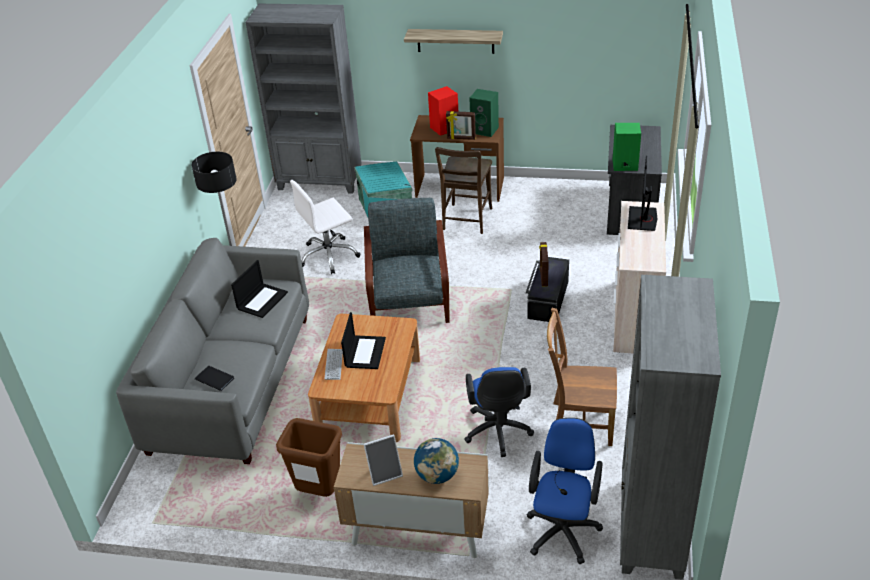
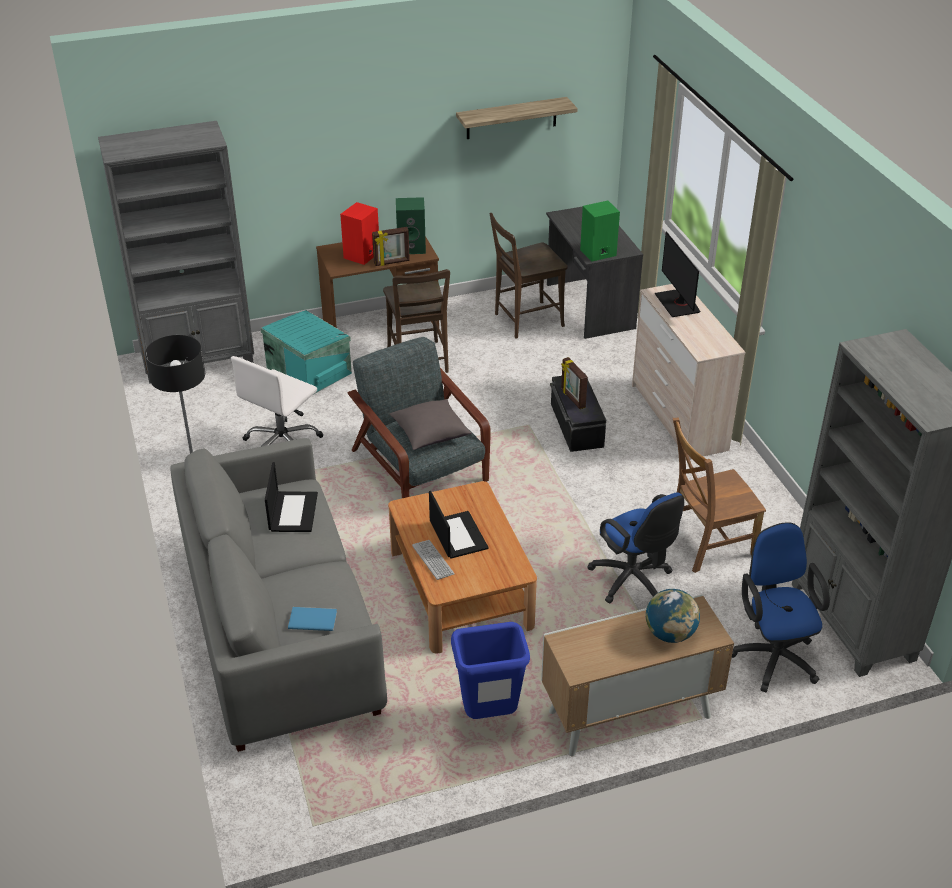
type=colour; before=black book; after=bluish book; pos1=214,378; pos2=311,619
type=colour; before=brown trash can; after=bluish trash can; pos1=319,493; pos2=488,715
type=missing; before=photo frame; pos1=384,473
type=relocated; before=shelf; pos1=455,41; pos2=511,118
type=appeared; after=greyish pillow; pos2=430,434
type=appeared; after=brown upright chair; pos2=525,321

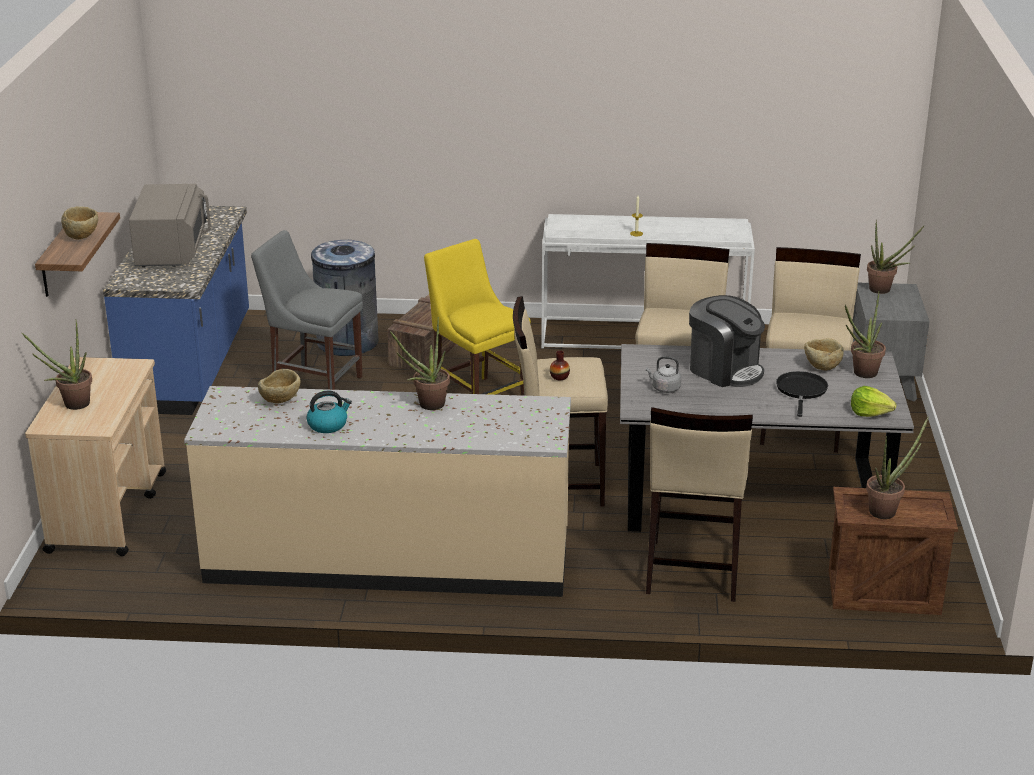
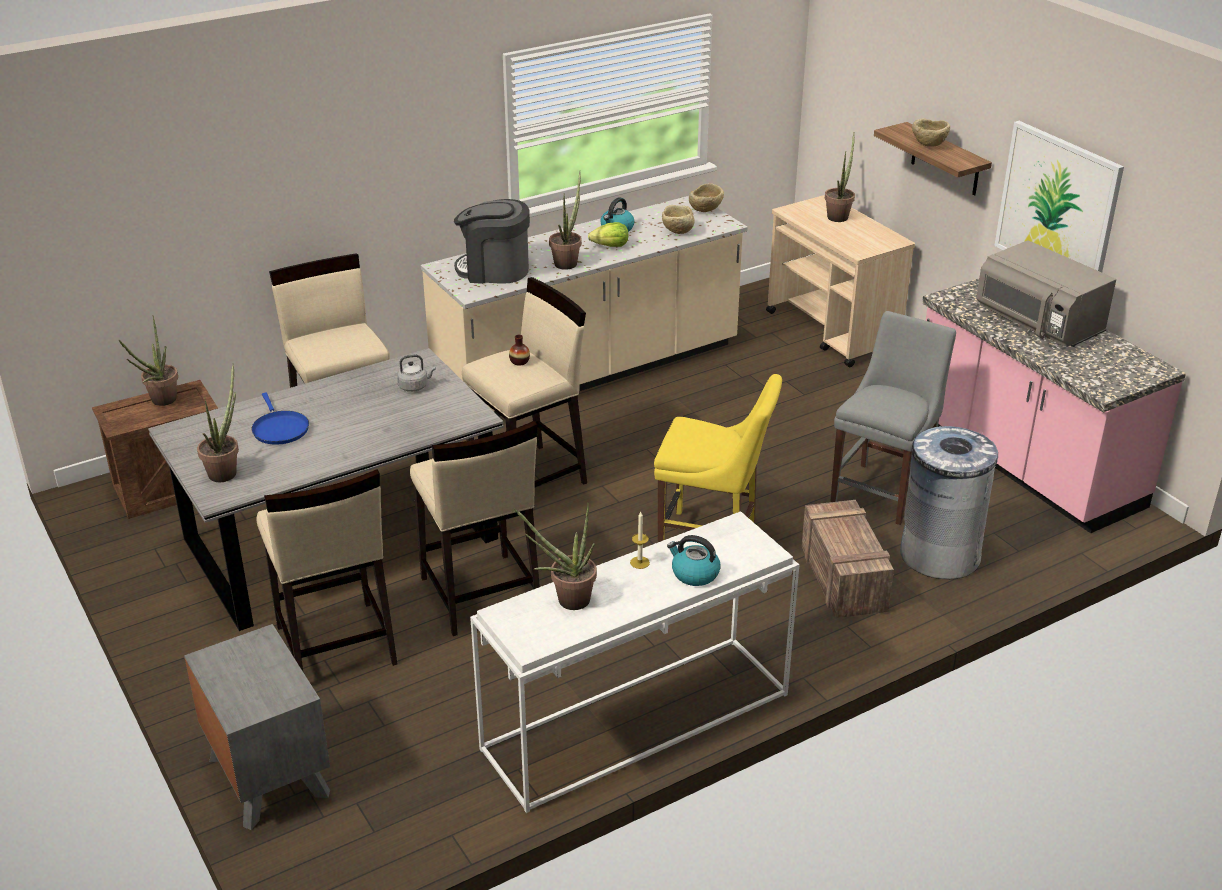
type=colour; before=bluish kitchen counter; after=pinkish kitchen counter; pos1=191,364; pos2=1023,464
type=spun; before=greyish upright chair; pos1=314,383; pos2=883,491; turn=-45
type=relocated; before=coffee machine; pos1=724,370; pos2=494,270
type=colour; before=black pan; after=bluish pan; pos1=801,391; pos2=279,429
type=relocated; before=beige-coloured bowl; pos1=821,367; pos2=705,211
type=relocated; before=head of lettuce; pos1=869,412; pos2=610,246
type=relocated; before=potted plant; pos1=884,290; pos2=566,600
type=appeared; after=water kettle; pos2=694,574
type=appeared; after=wall art; pos2=1057,207

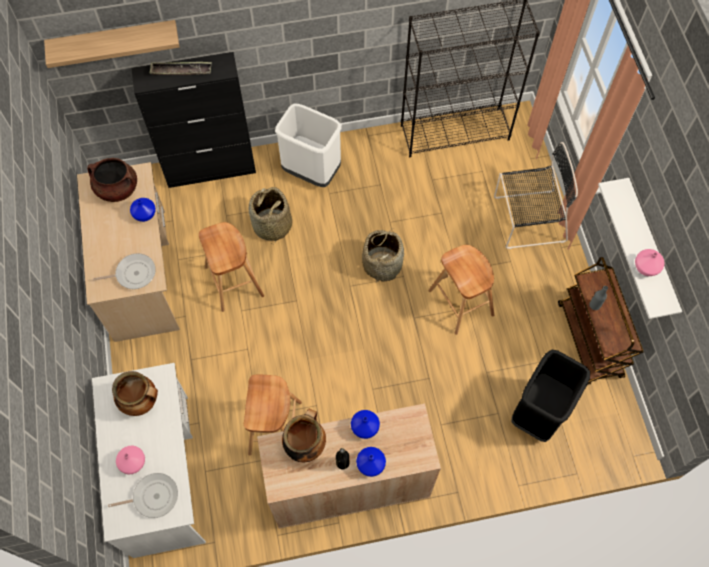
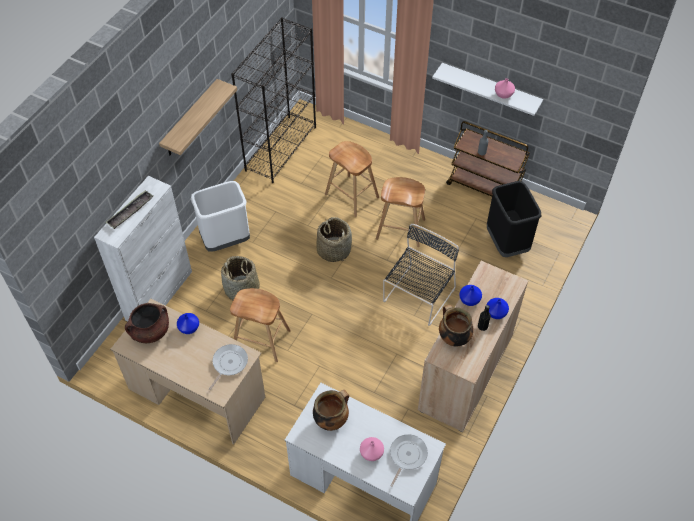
type=relocated; before=shelf; pos1=114,41; pos2=190,119
type=colour; before=black cupboard; after=white-coloured cupboard; pos1=211,169; pos2=159,295
type=relocated; before=brown stool seat; pos1=275,427; pos2=351,195
type=relocated; before=black upright chair; pos1=526,219; pos2=418,297

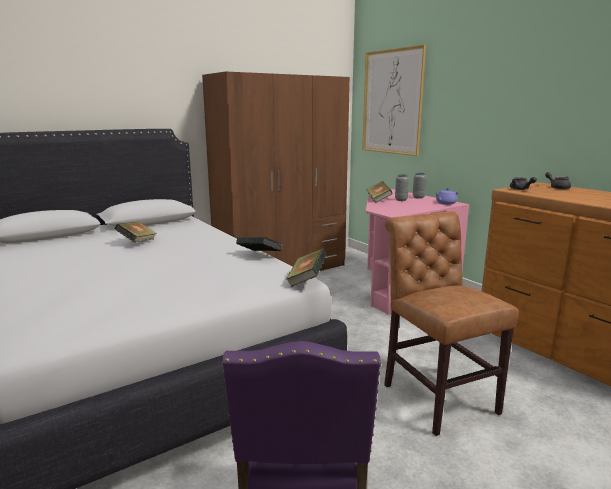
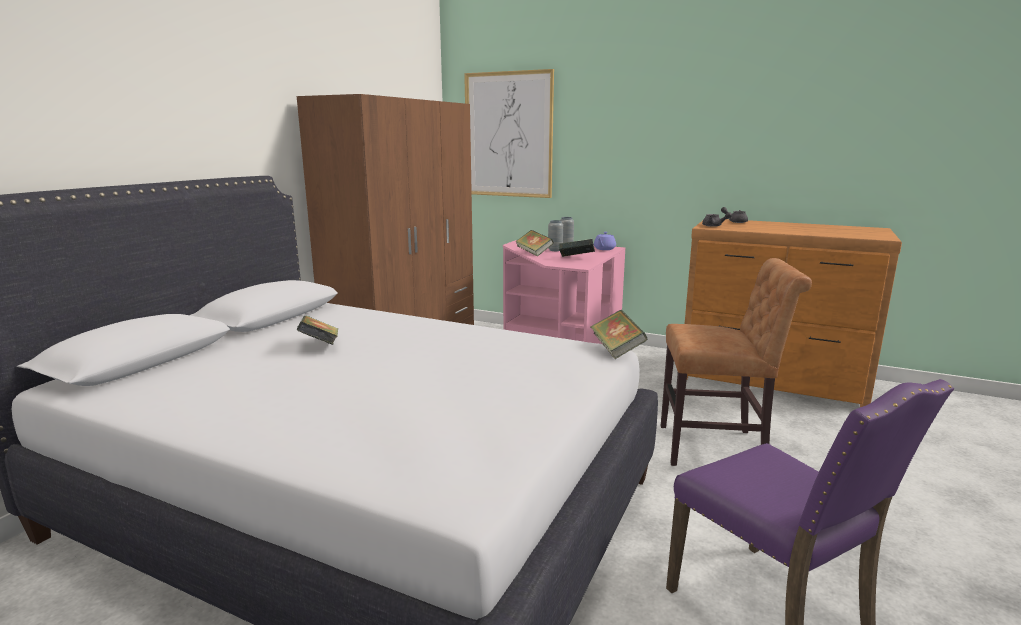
type=relocated; before=book; pos1=259,256; pos2=576,258
type=spun; before=brown upright chair; pos1=435,396; pos2=717,448; turn=150

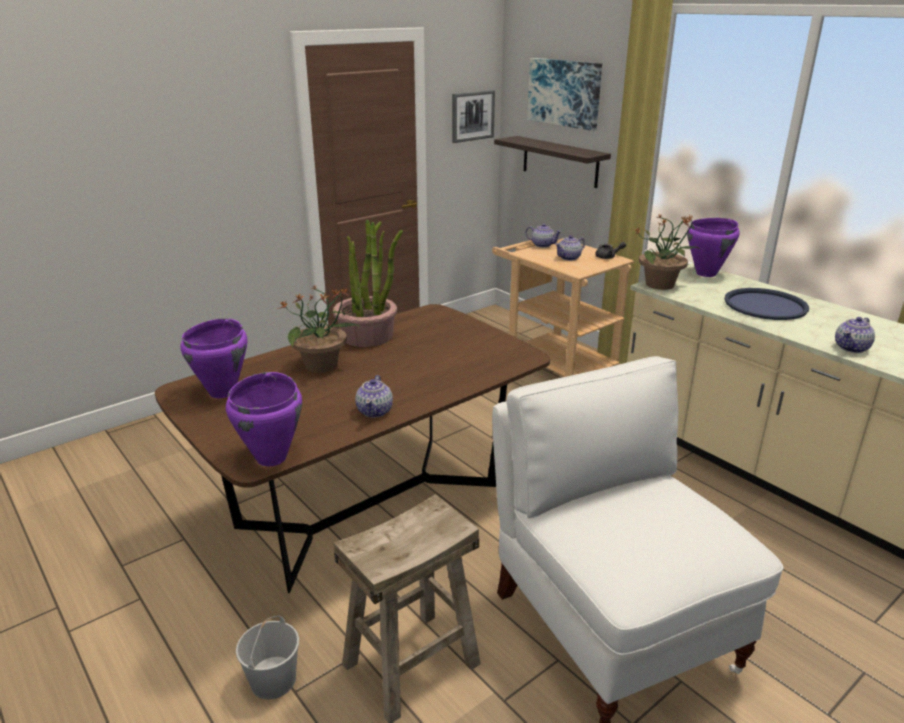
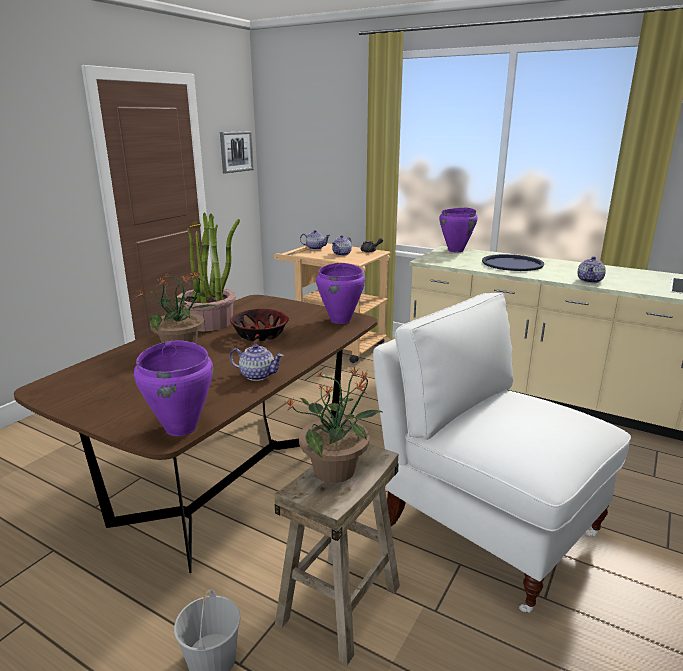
type=relocated; before=purple cooking pot; pos1=223,392; pos2=341,320
type=spun; before=pot for tea; pos1=375,411; pos2=257,375; turn=-60
type=missing; before=shelf; pos1=560,161
type=missing; before=wall art; pos1=564,93
type=relocated; before=potted plant; pos1=661,284; pos2=336,470
type=appeared; after=bowl; pos2=260,335

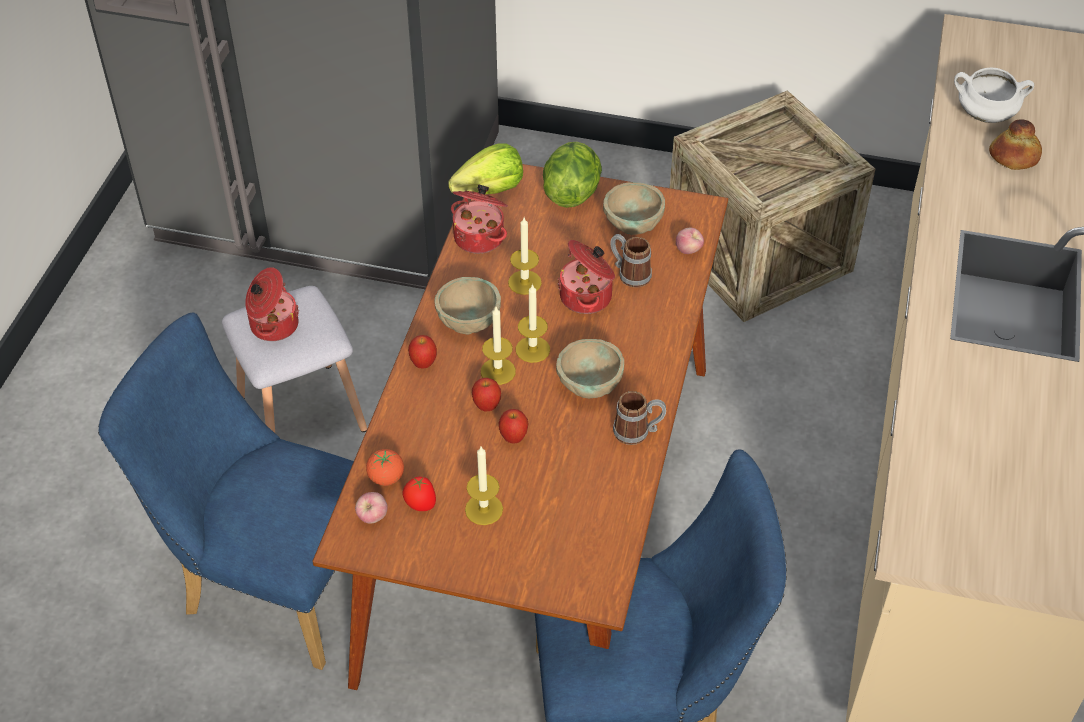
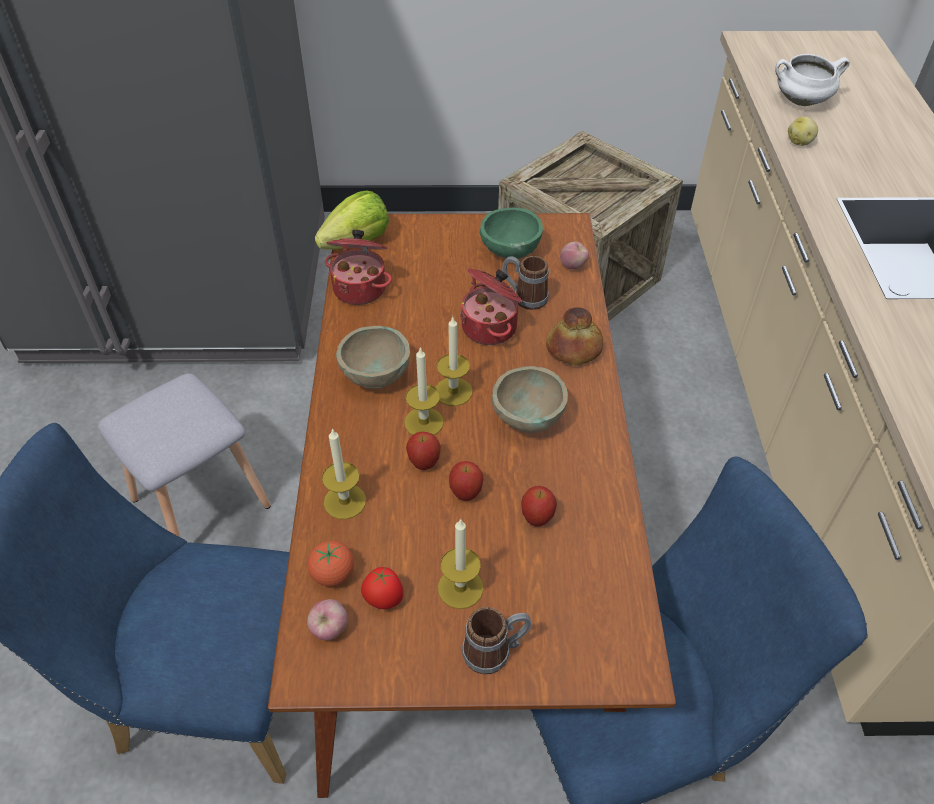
type=missing; before=cooking pot; pos1=273,325
type=relocated; before=apple fruit; pos1=423,364; pos2=537,519
type=relocated; before=wax candle; pos1=524,282; pos2=345,501
type=missing; before=head of lettuce; pos1=571,192
type=colour; before=beige-coloured bowl; after=green-coloured bowl; pos1=632,226; pos2=509,252
type=relocated; before=tea mug; pos1=638,431; pos2=495,651
type=relocated; before=baked bread; pos1=1013,157; pos2=573,349
type=appeared; after=whole potato; pos2=799,142

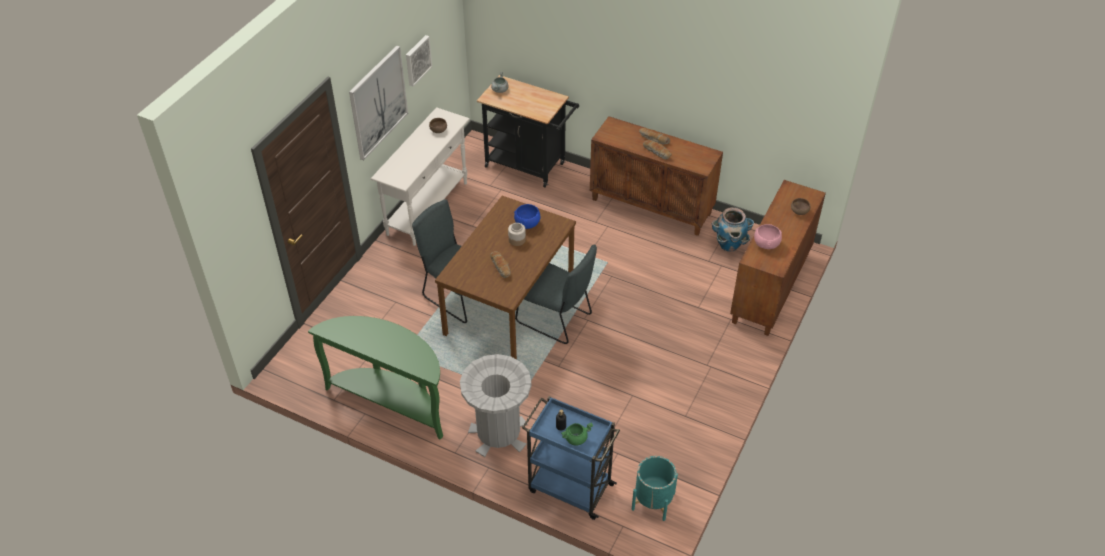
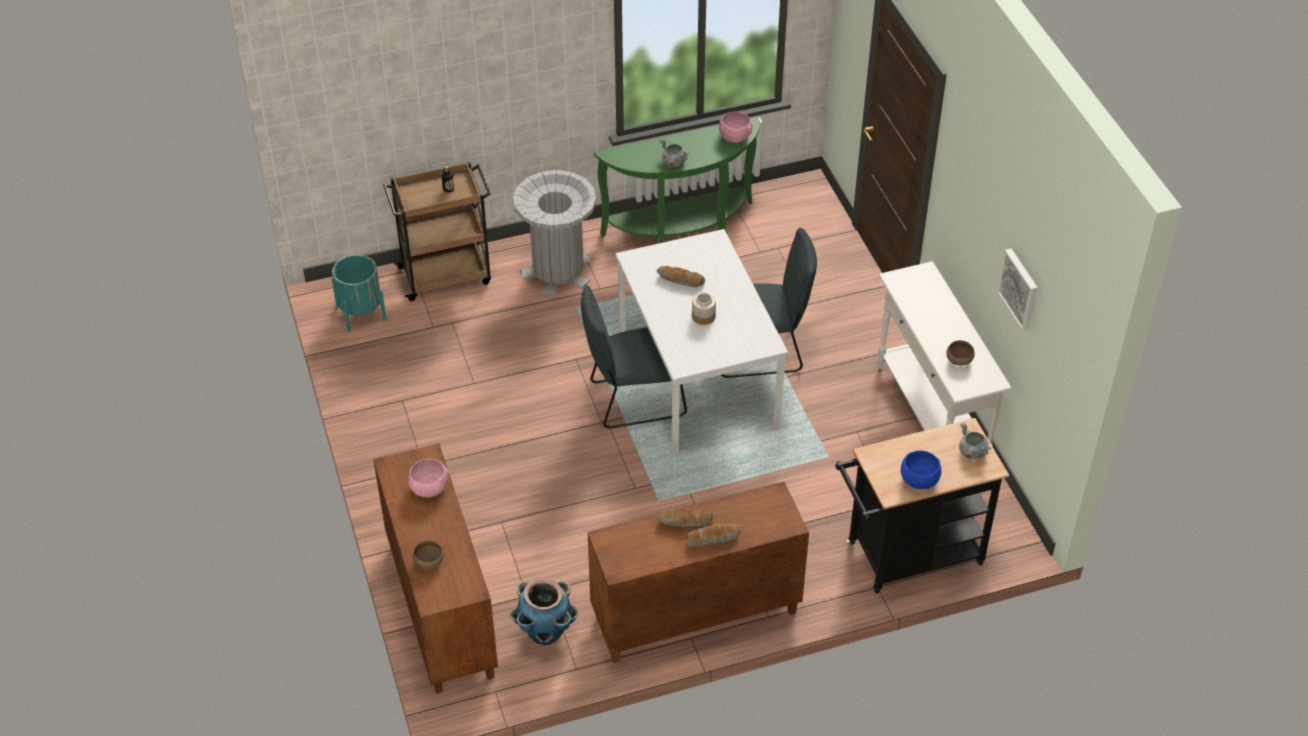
type=missing; before=wall art; pos1=378,102
type=colour; before=brown dinner table; after=white-coloured dinner table; pos1=509,306; pos2=696,378
type=relocated; before=bluish bowl; pos1=527,223; pos2=919,480
type=colour; before=bluish wheeled cart; after=brown wheeled cart; pos1=569,487; pos2=446,275
type=missing; before=green-coloured cooking pot; pos1=576,438
type=appeared; after=greyish cooking pot; pos2=673,162
type=appeared; after=pinkish bowl; pos2=734,136

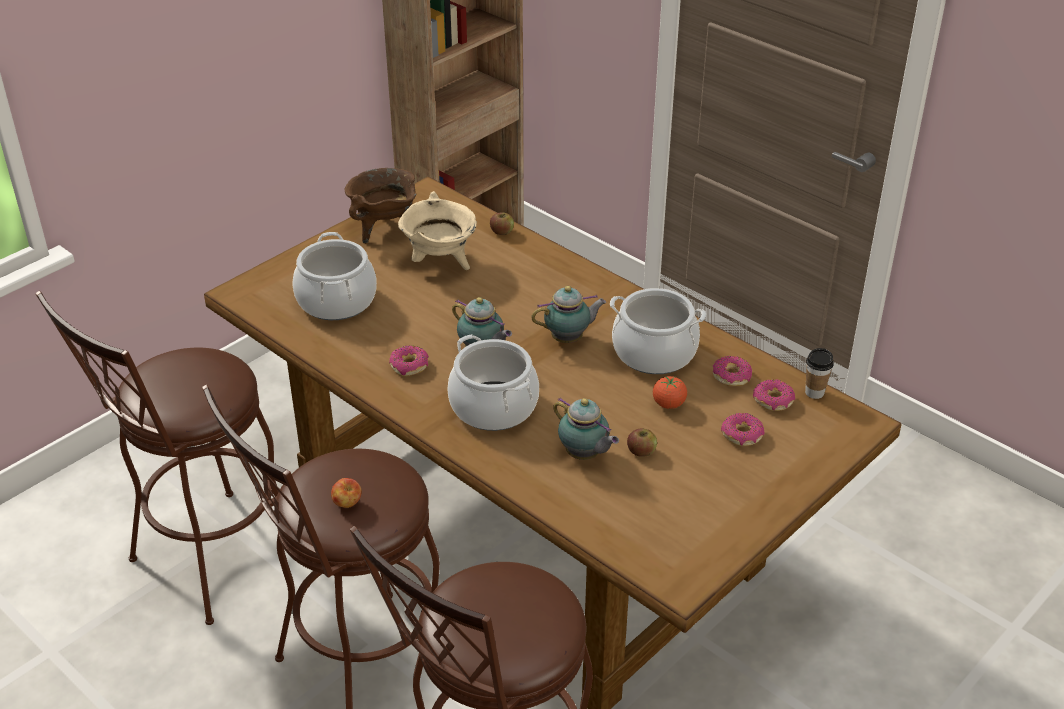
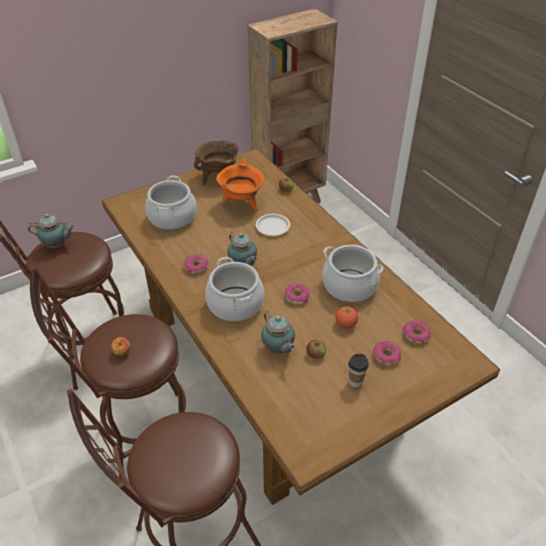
type=colour; before=beige-coloured cooking pot; after=orangey cooking pot; pos1=440,263; pos2=242,203
type=relocated; before=pot for tea; pos1=569,339; pos2=57,245
type=relocated; before=ring doughnut; pos1=731,376; pos2=297,296
type=relocated; before=drinking cup; pos1=814,392; pos2=355,381
type=appeared; after=white-coloured flat dish; pos2=272,227

